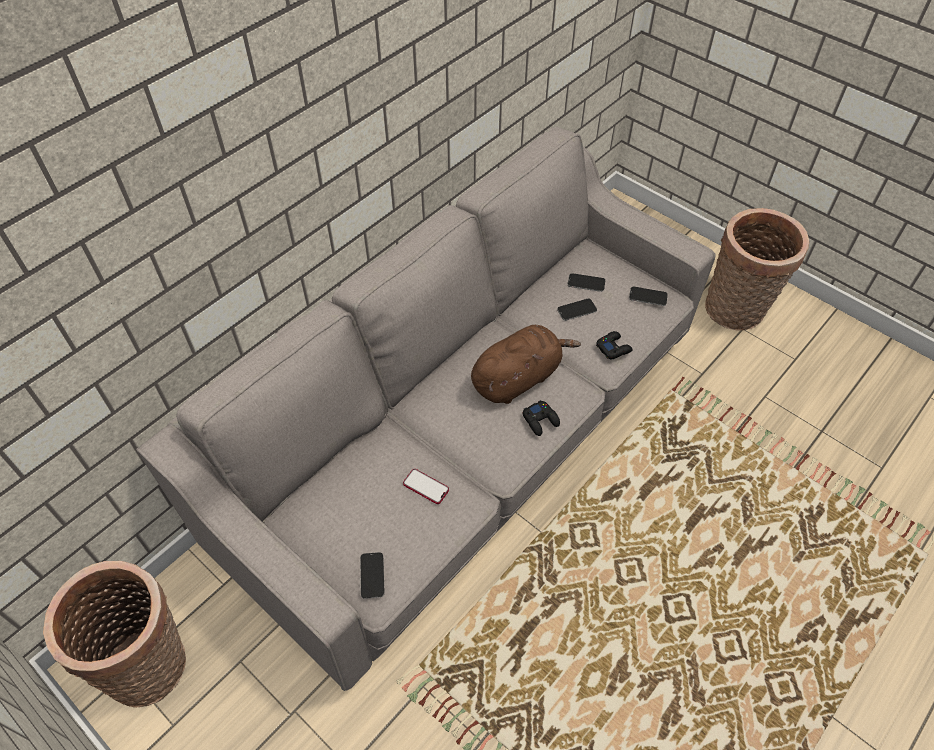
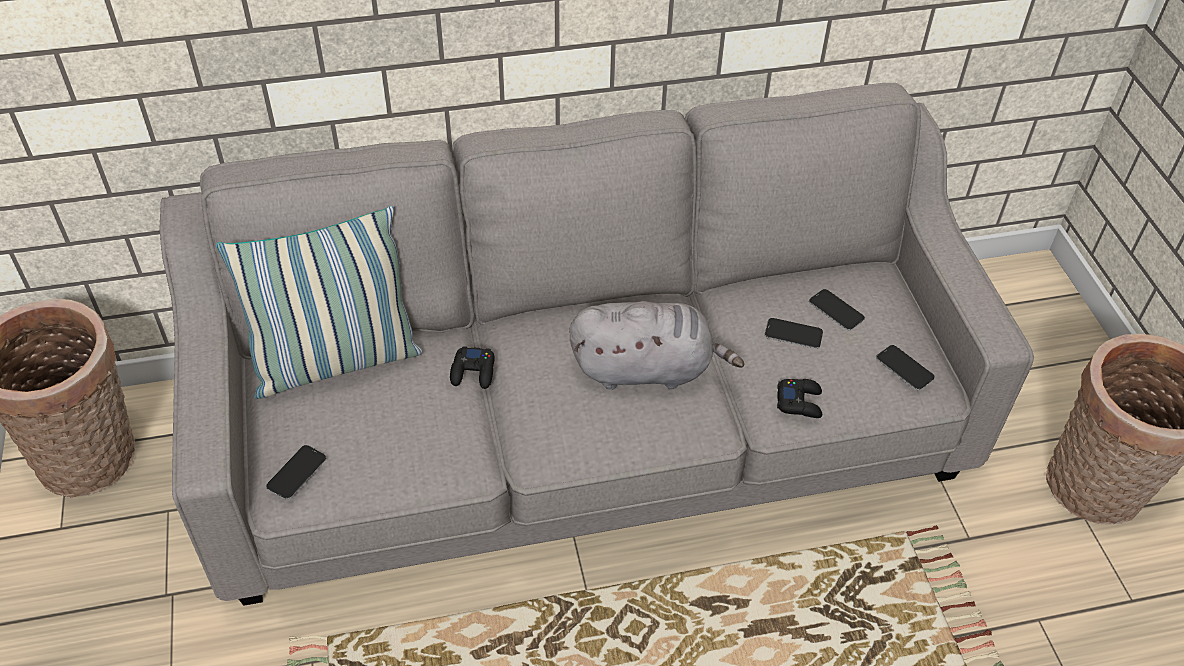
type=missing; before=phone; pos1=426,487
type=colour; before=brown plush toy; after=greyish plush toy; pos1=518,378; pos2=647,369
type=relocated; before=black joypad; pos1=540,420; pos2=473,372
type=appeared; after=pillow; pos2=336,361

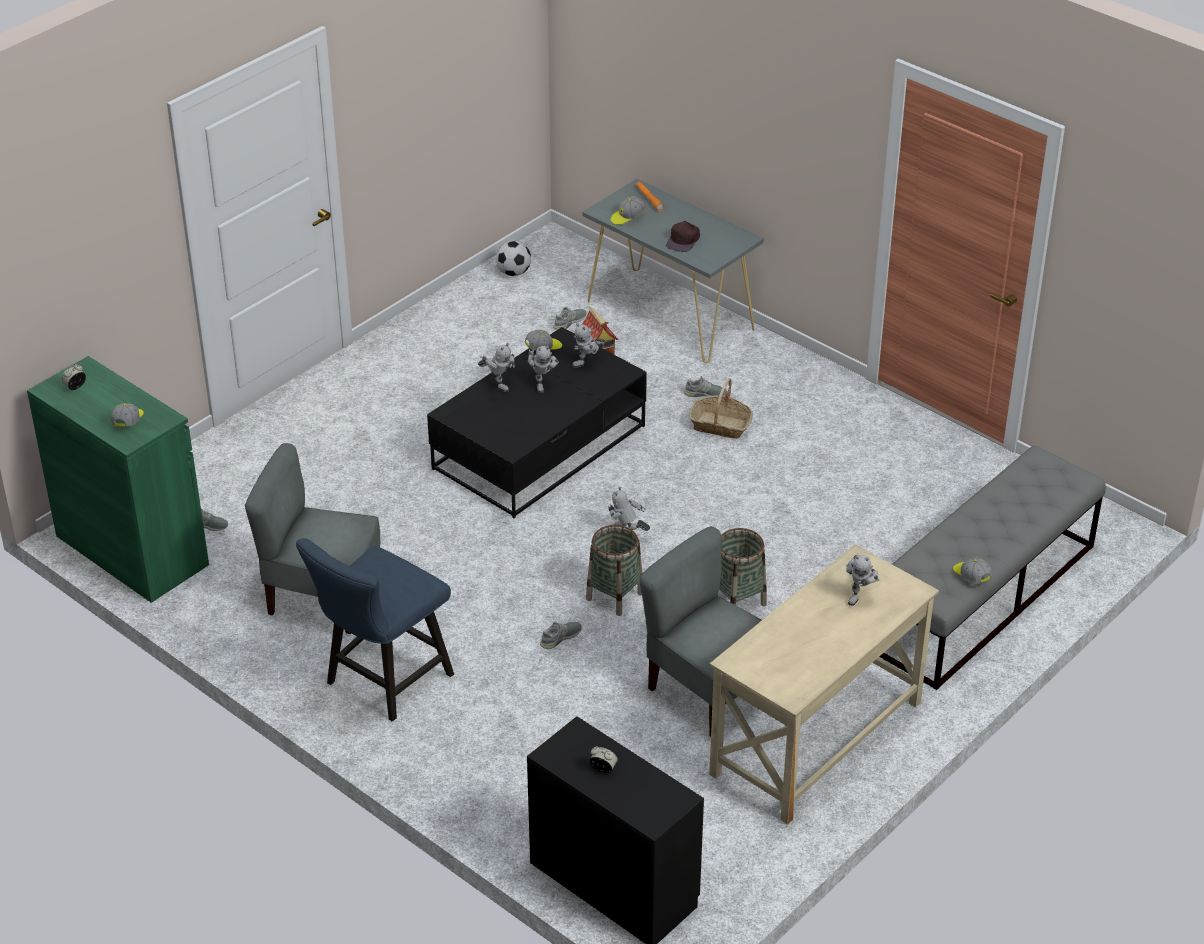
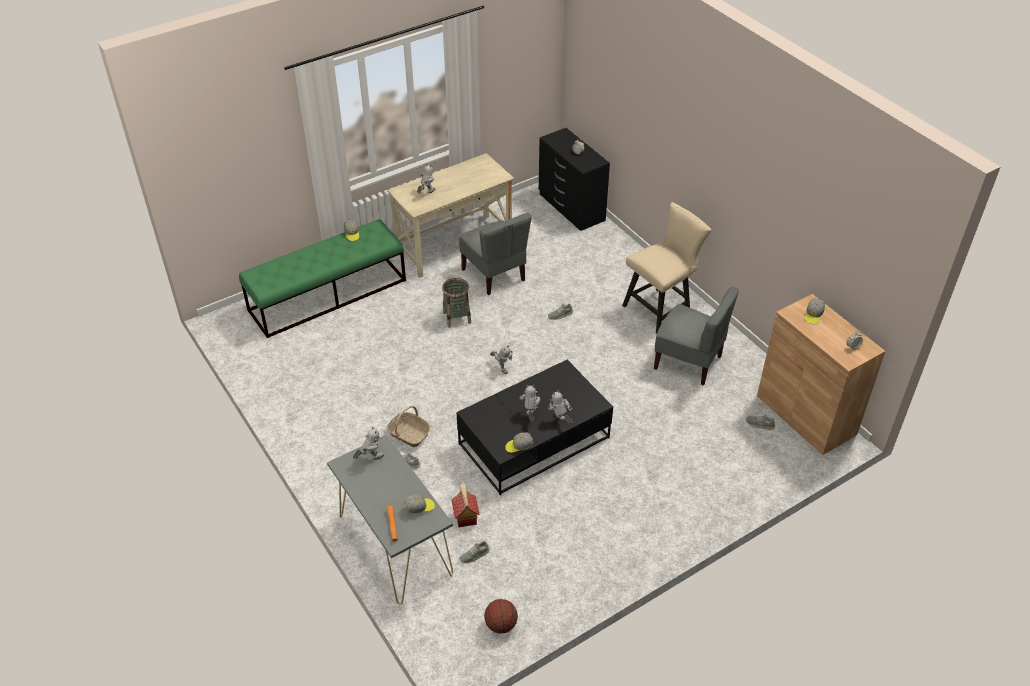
type=colour; before=green-coloured cupboard; after=brown cupboard; pos1=132,550; pos2=806,415
type=colour; before=bluish upright chair; after=beige-coloured upright chair; pos1=382,683; pos2=660,308
type=exchanged; before=football; after=basketball ball; pos1=514,272; pos2=501,625
type=relocated; before=model robot; pos1=588,363; pos2=370,458
type=missing; before=basket; pos1=614,596
type=missing; before=brown baseball cap; pos1=684,240
type=colour; before=greyish bench; after=green-coloured bench; pos1=981,597; pos2=328,295

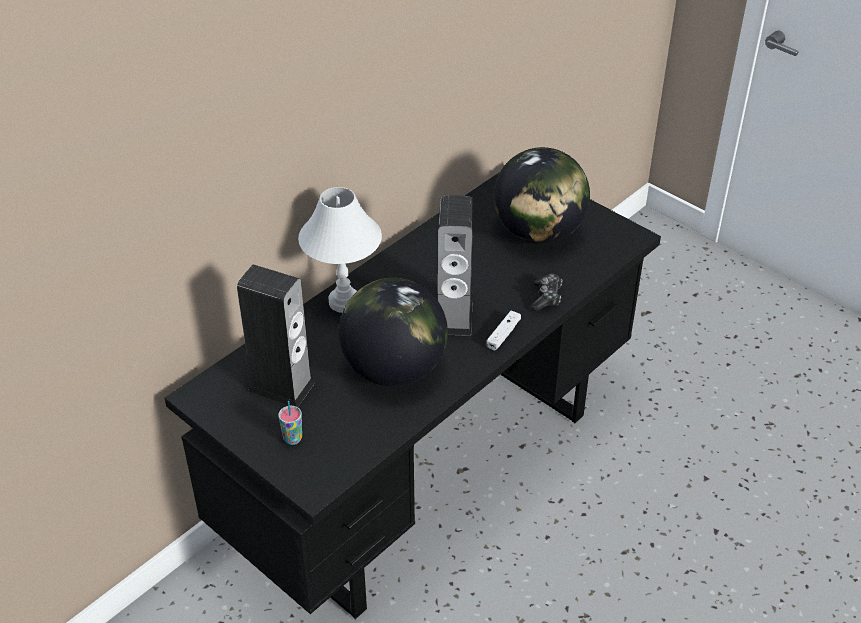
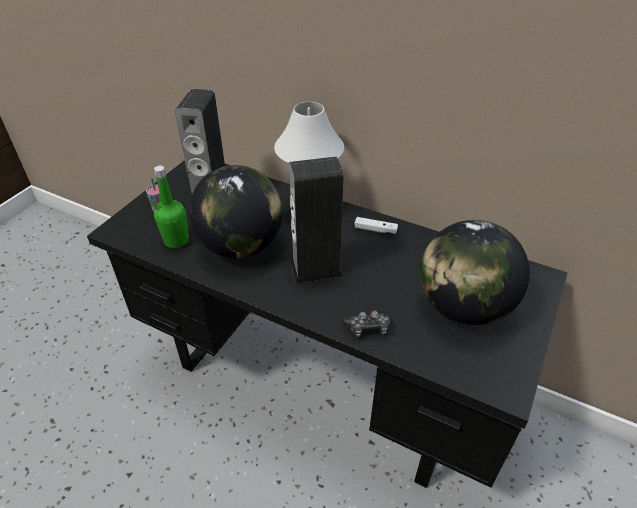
type=relocated; before=white-coloured joypad; pos1=503,334; pos2=375,230
type=appeared; after=green-coloured bottle; pos2=176,240

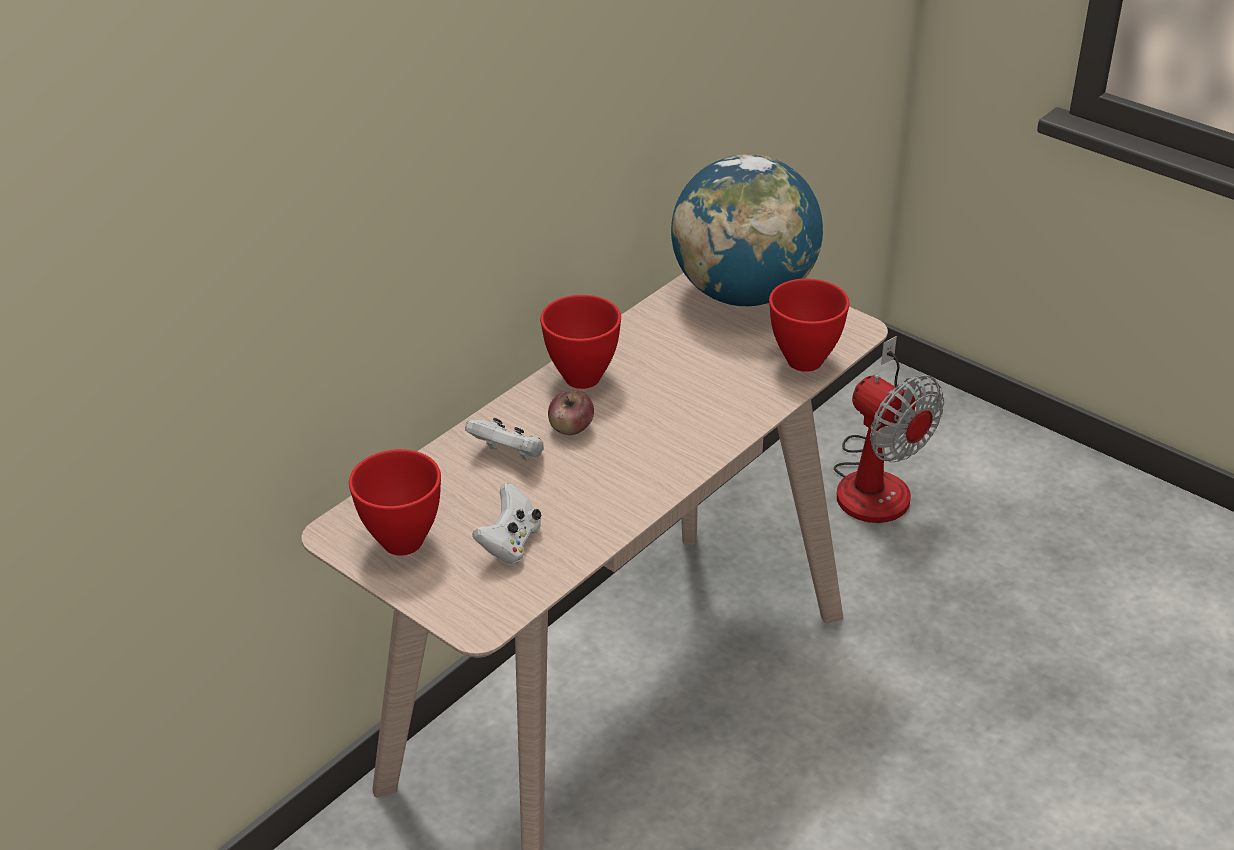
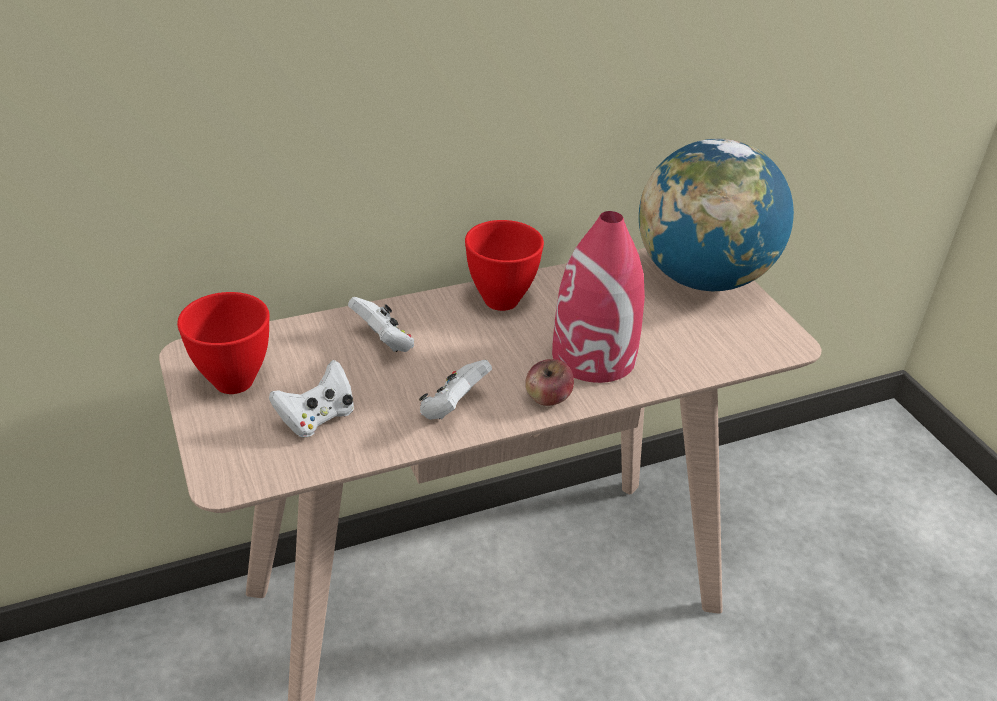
type=relocated; before=apple fruit; pos1=571,428; pos2=548,398
type=missing; before=reddish bowl; pos1=806,361
type=missing; before=cooling fan; pos1=876,480
type=appeared; after=white-coloured joypad; pos2=453,408
type=appeared; after=reddish vase; pos2=594,357

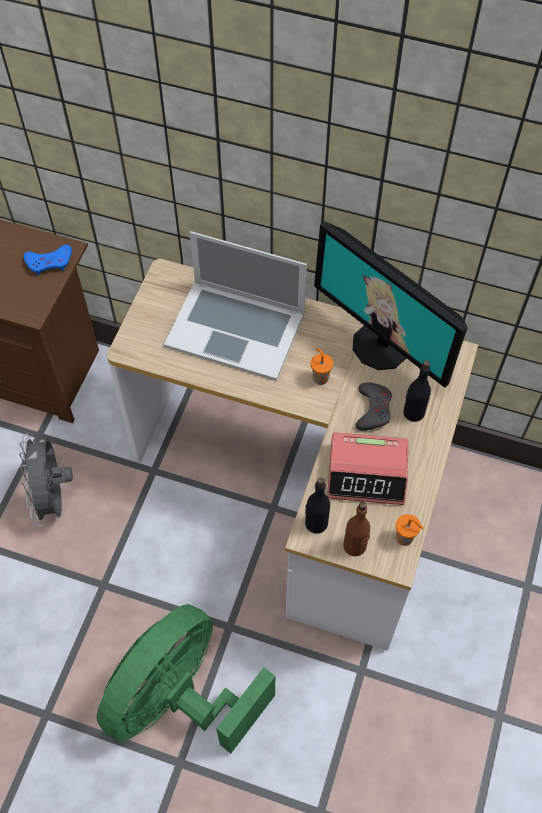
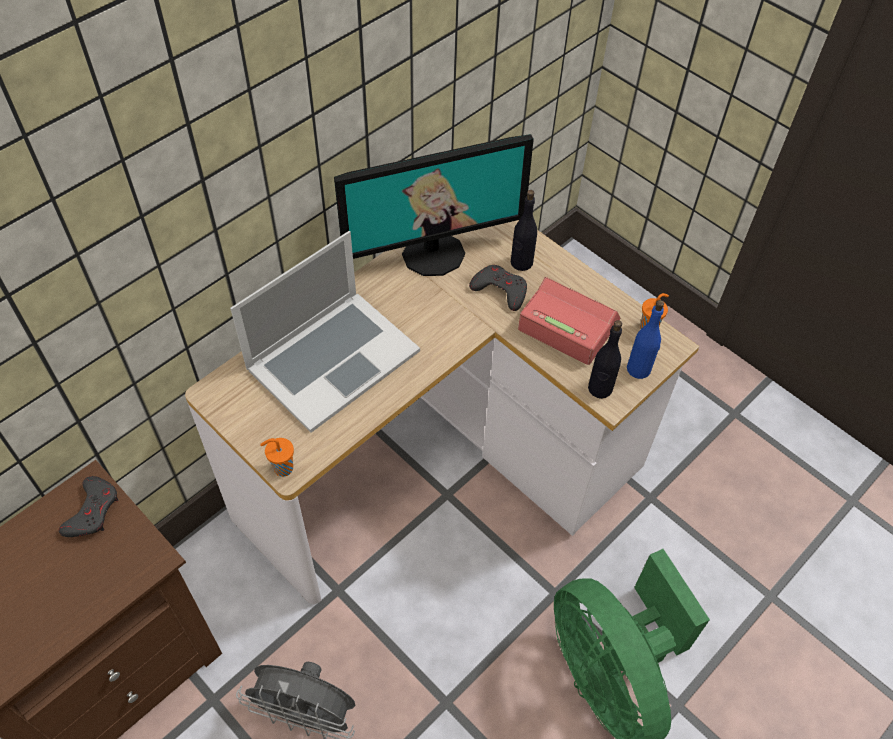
type=colour; before=bluish joypad; after=greyish joypad; pos1=49,262; pos2=92,511
type=relocated; before=orangey drinking cup; pos1=320,377; pos2=282,468
type=spun; before=bedside clock; pos1=367,474; pos2=567,325; turn=-90
type=colour; before=brown bottle; after=bluish bottle; pos1=355,546; pos2=639,369

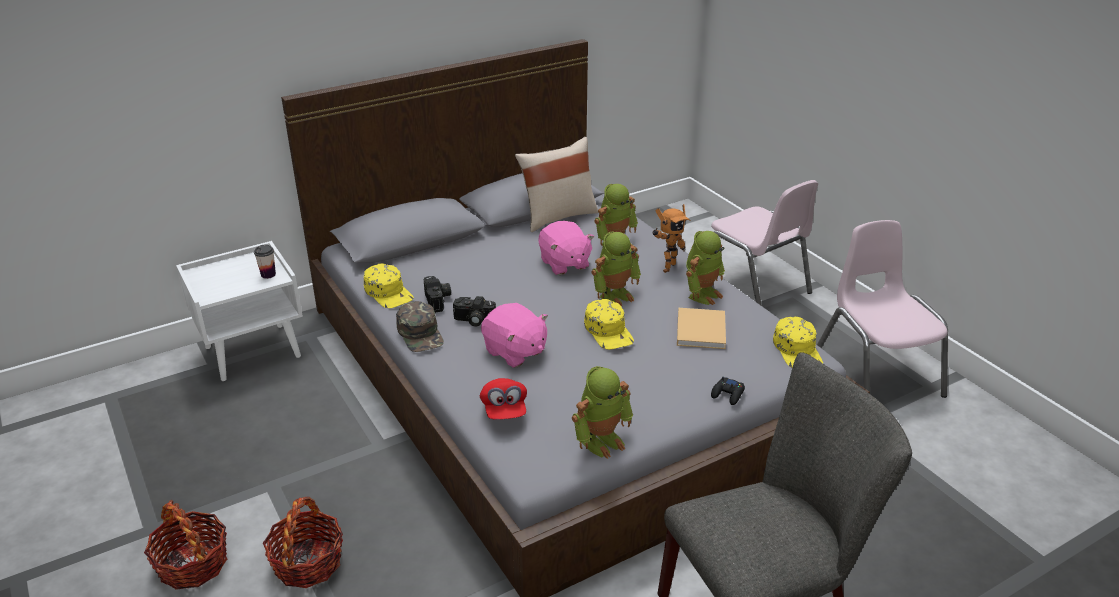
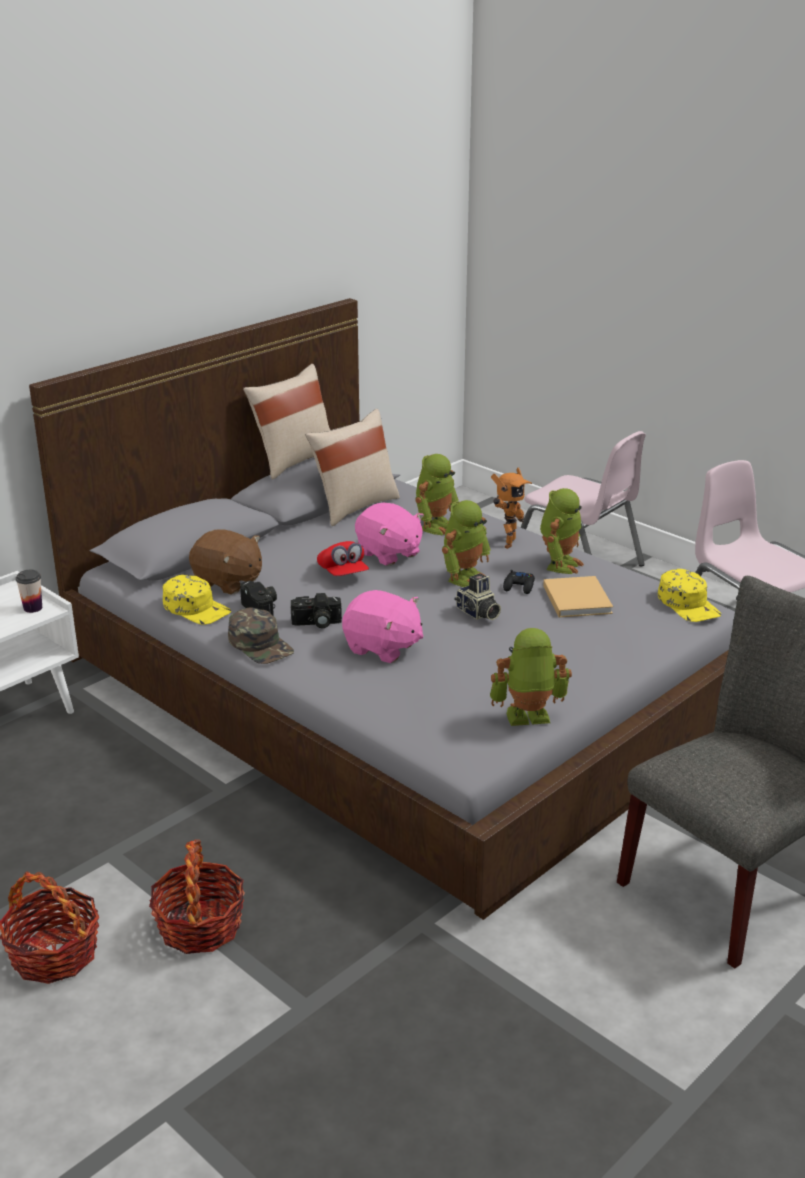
type=relocated; before=reddish baseball cap; pos1=504,410; pos2=343,574
type=spun; before=model robot; pos1=601,440; pos2=528,718; turn=-135
type=exchanged; before=yellow-coloured baseball cap; after=photo camera; pos1=609,331; pos2=477,613
type=relocated; before=black joypad; pos1=728,394; pos2=519,586
type=appeared; after=brown plush toy; pos2=228,582
type=appeared; after=beige-coloured pillow; pos2=293,461

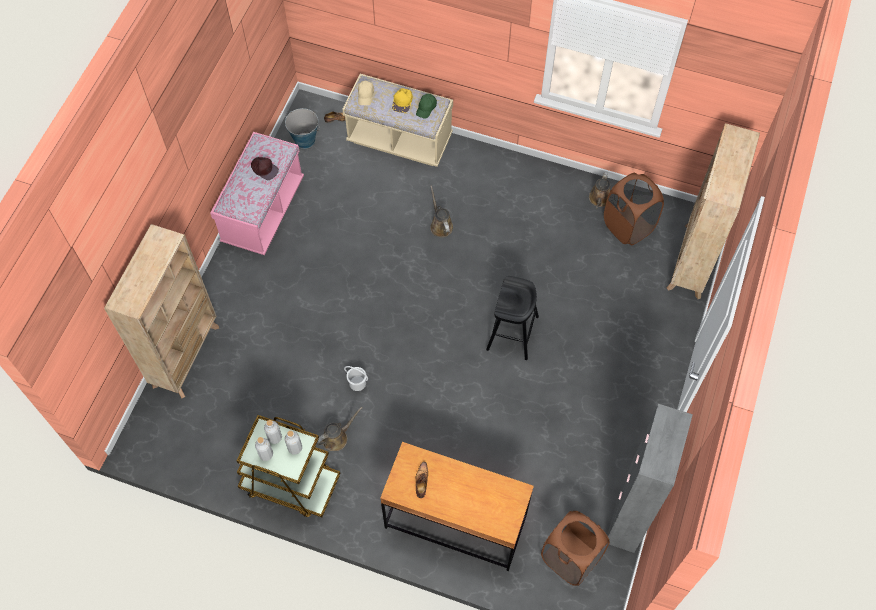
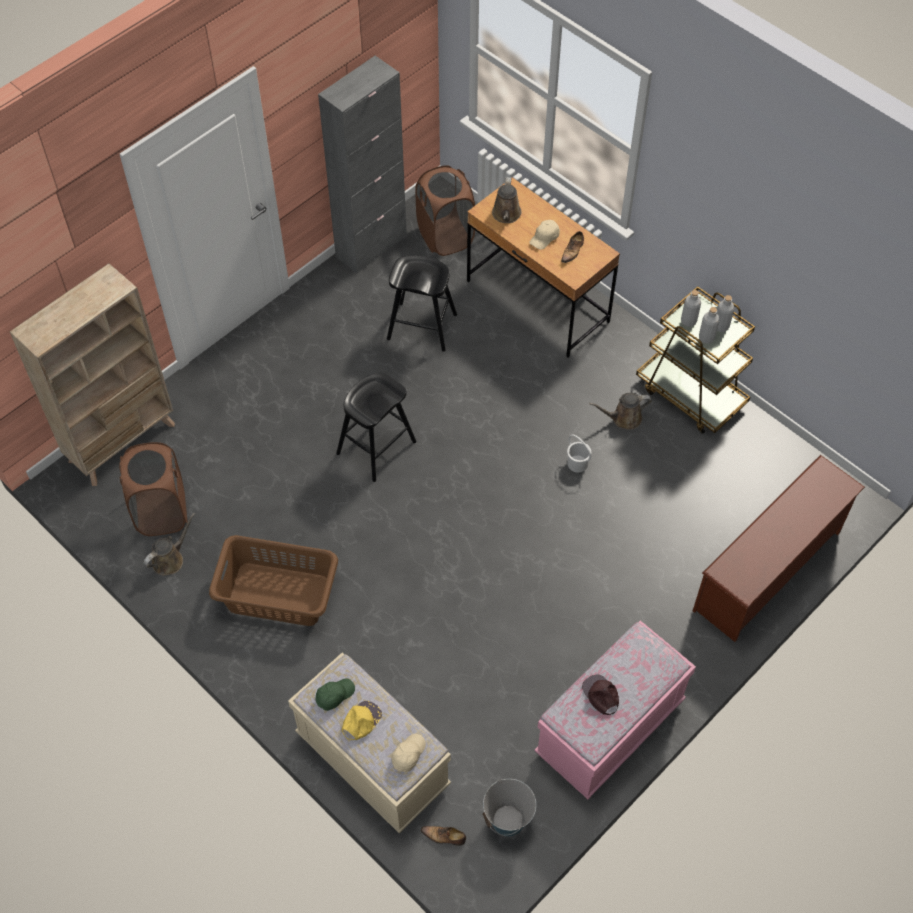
type=exchanged; before=beige-coloured shelving unit; after=brown shoe stand; pos1=186,356; pos2=768,572
type=relocated; before=brown watering pot; pos1=440,225; pos2=506,215
type=appeared; after=brown washing basket; pos2=278,595
type=appeared; after=black stool seat; pos2=421,327
type=appeared; after=beige-coloured baseball cap; pos2=545,238

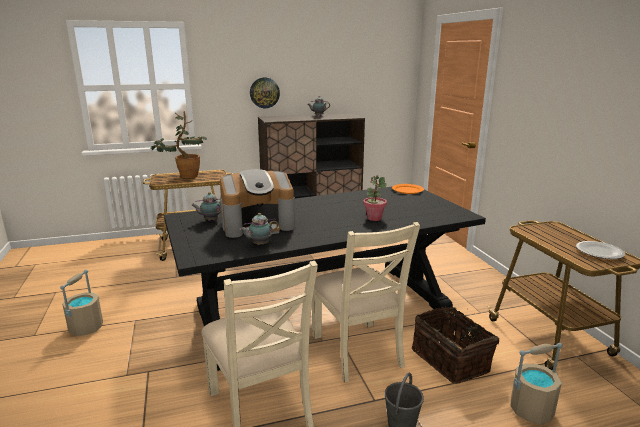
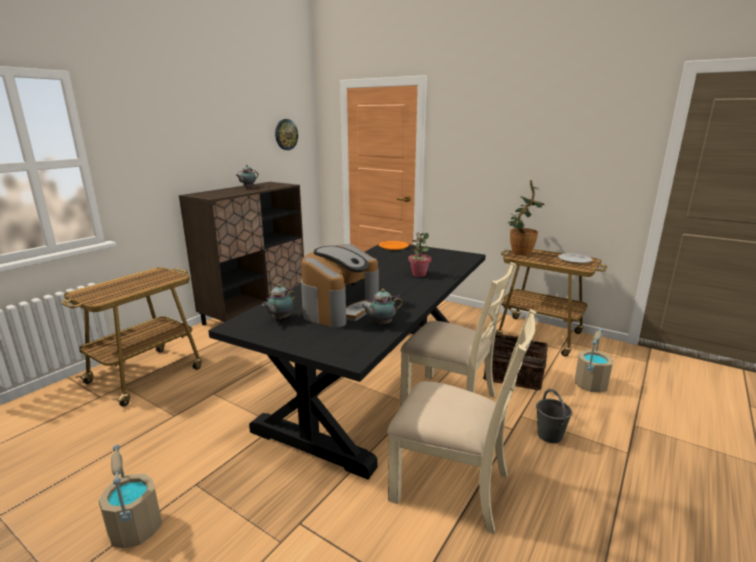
type=relocated; before=potted plant; pos1=185,176; pos2=518,253
type=spun; before=pot for tea; pos1=259,244; pos2=381,324; turn=45
type=relocated; before=wall clock; pos1=264,92; pos2=286,134

